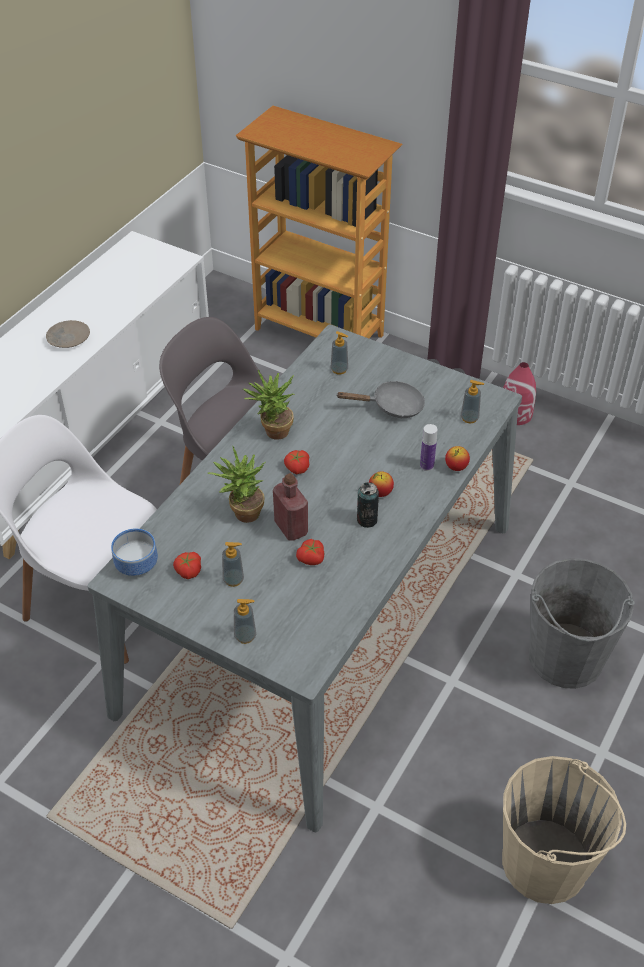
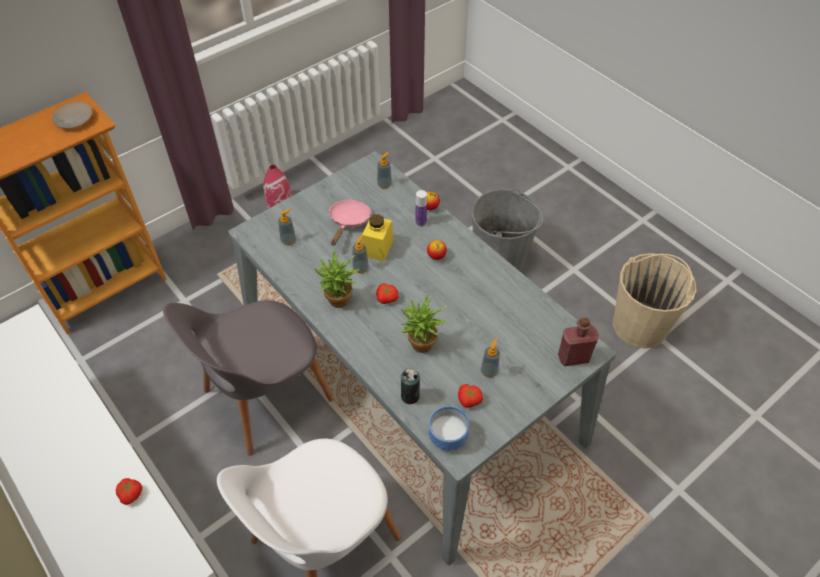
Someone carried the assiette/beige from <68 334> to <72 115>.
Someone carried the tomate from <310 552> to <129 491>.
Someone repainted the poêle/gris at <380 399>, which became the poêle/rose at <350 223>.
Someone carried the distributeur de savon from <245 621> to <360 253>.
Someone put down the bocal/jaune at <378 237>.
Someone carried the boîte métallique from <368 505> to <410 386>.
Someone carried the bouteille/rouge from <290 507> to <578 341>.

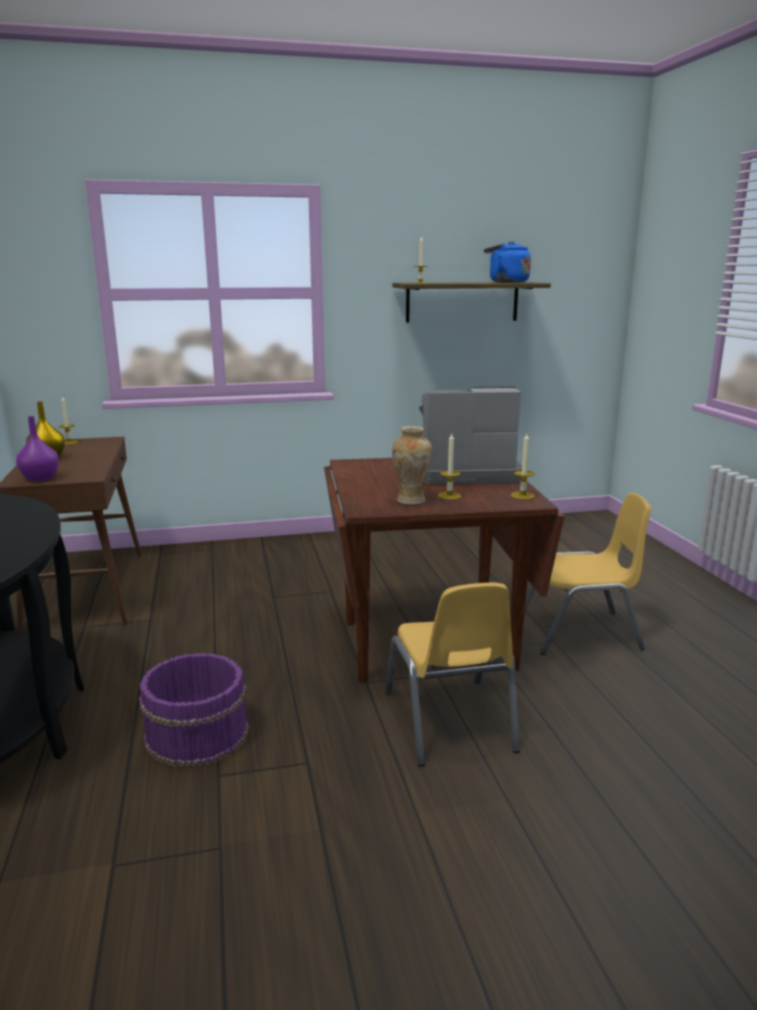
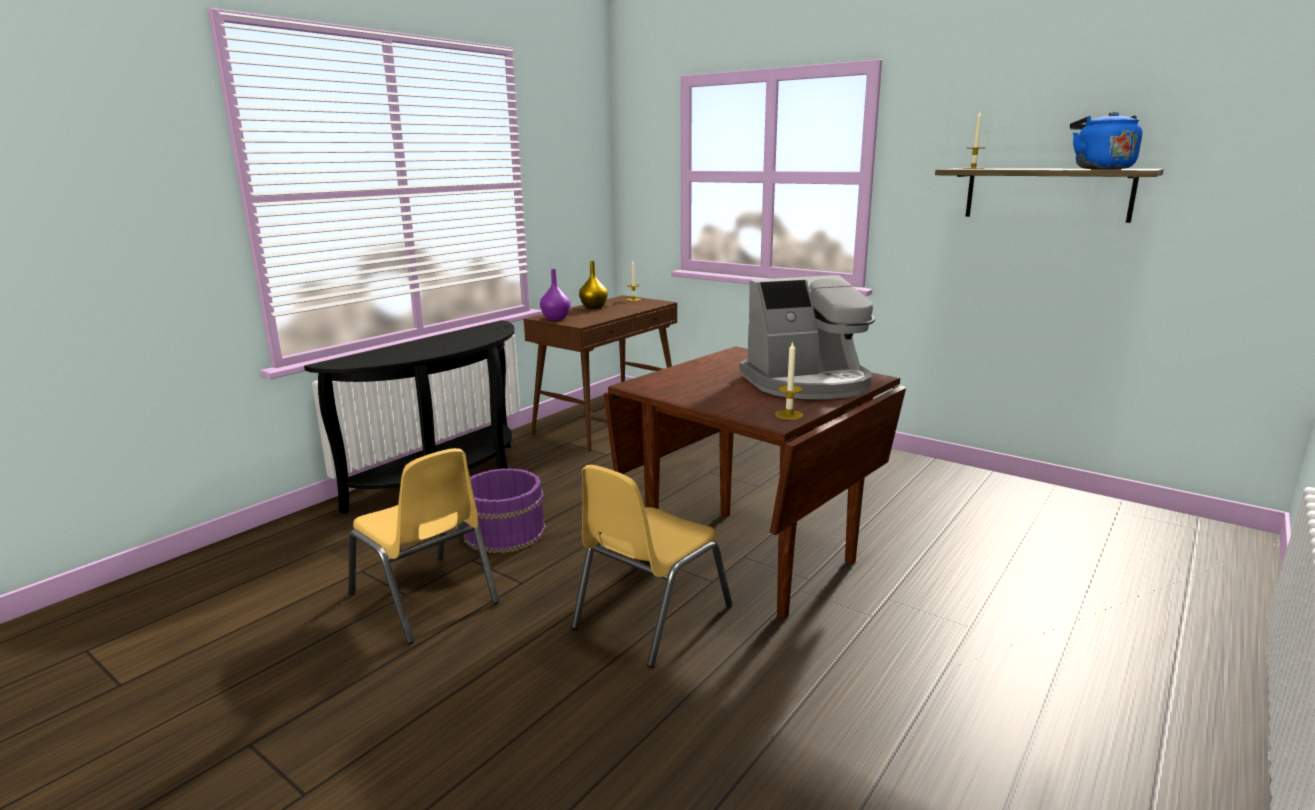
Someone carried the chaise/jaune from <588 574> to <424 546>.
Someone rotated the machine à café at <470 435> by 120 degrees clockwise.
Someone took away the vase at <412 465>.
Someone took away the bougie at <450 467>.

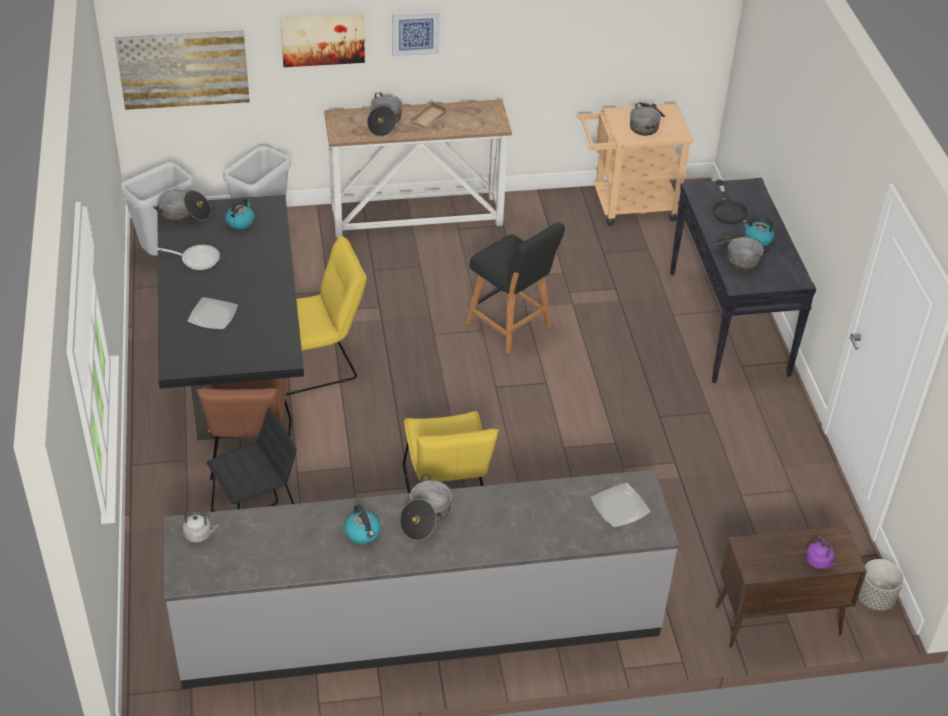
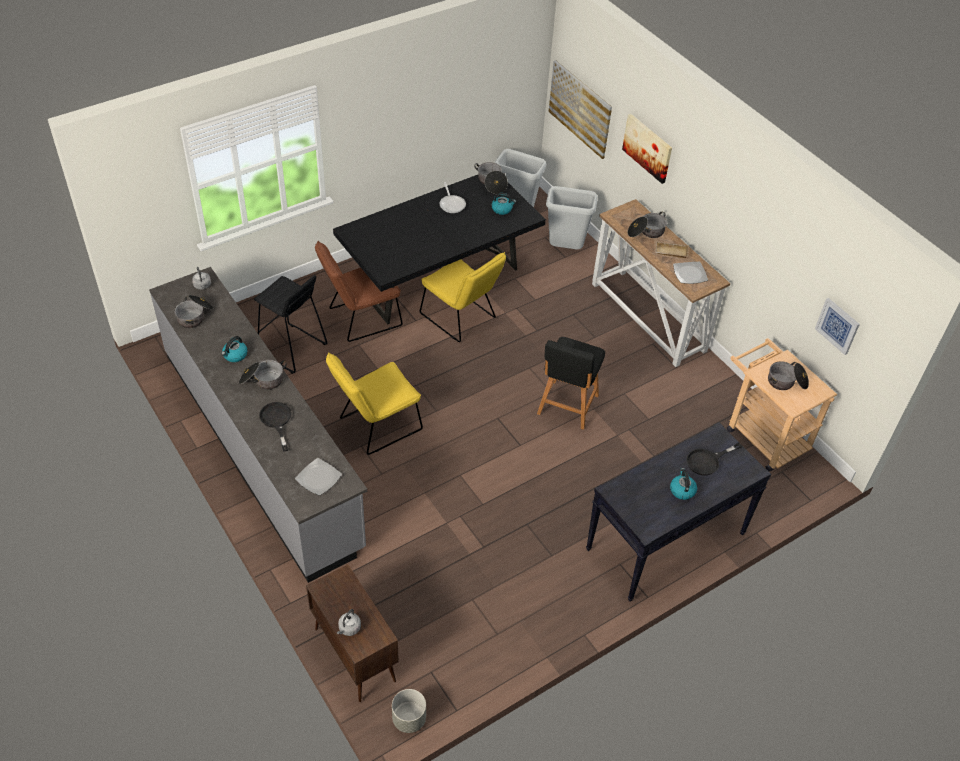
Someone carried the marmite from <741 252> to <193 311>.
Someone put down the poêle/noir at <275 426>.
Someone repainted the bouilloire/violet at <821 552>, which became the bouilloire/gris at <349 622>.
Someone carried the assiette from <213 313> to <690 273>.
Someone carried the tableau from <416 33> to <837 326>.

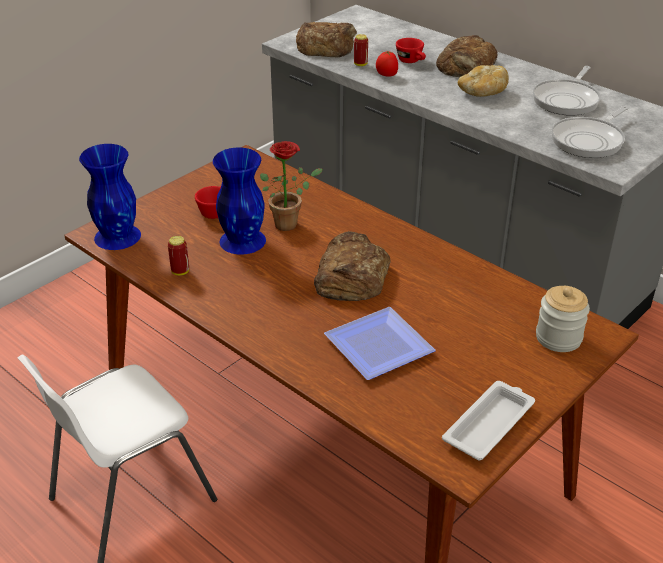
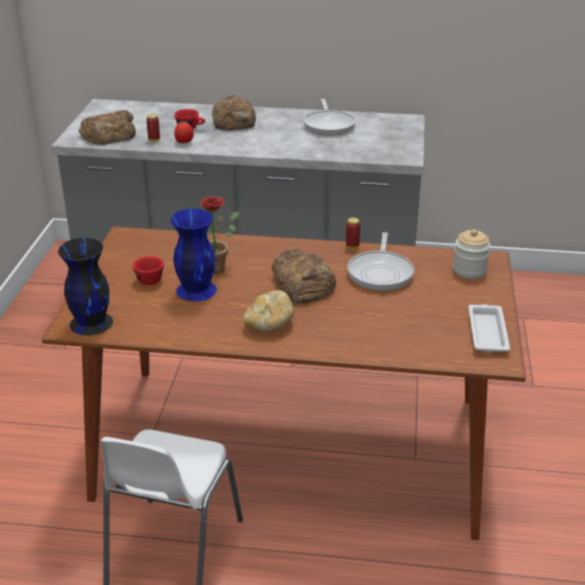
Someone repainted the vase/bleu at <110 197>, which became the vase/noir at <85 287>.
Someone carried the pain from <483 81> to <269 310>.
Someone carried the boîte métallique from <178 256> to <353 233>.
Someone carried the poêle from <589 132> to <380 261>.
Someone took away the assiette at <380 343>.

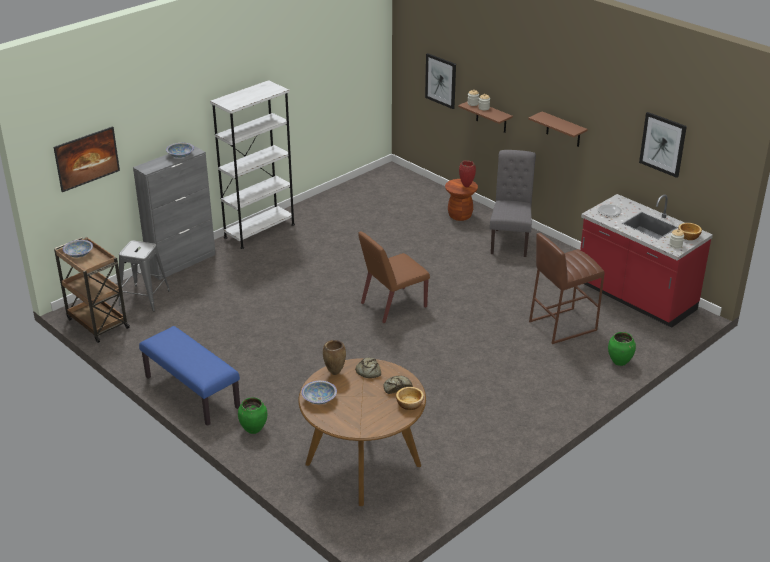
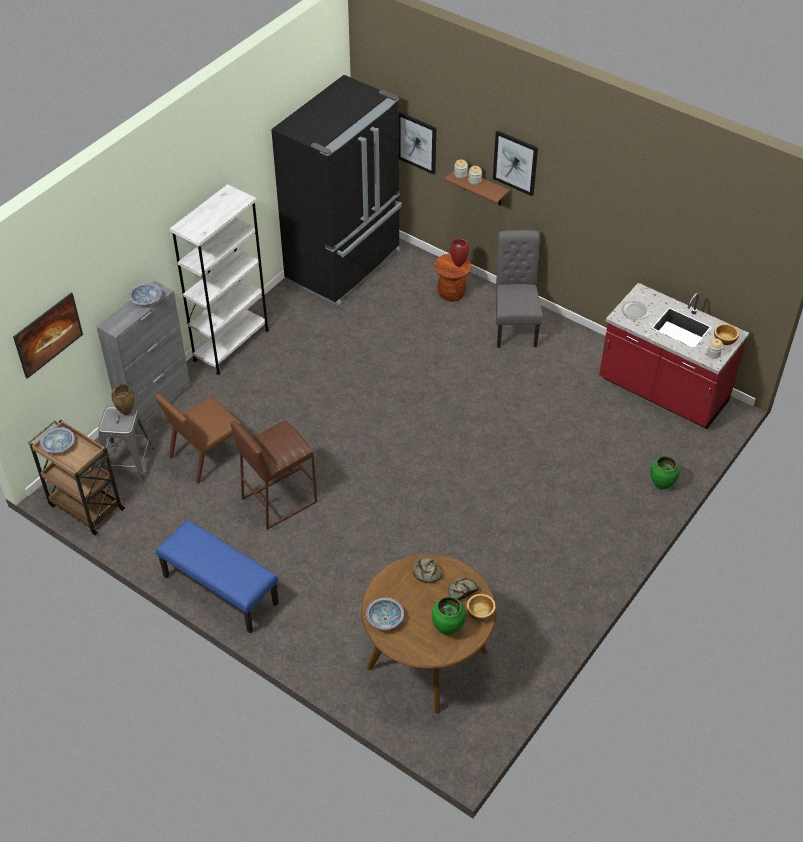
Someone carried the vase/marron from <334 357> to <122 399>.
Someone carried the chaise/marron from <394 277> to <198 439>.
Someone carried the tabouret/marron from <566 288> to <273 475>.
Someone put down the réfrigérateur/noir at <336 191>.
Someone carried the vase/vert from <252 415> to <449 616>.
Someone carried the tableau from <663 145> to <515 163>.
Someone took away the étagère/marron at <558 129>.

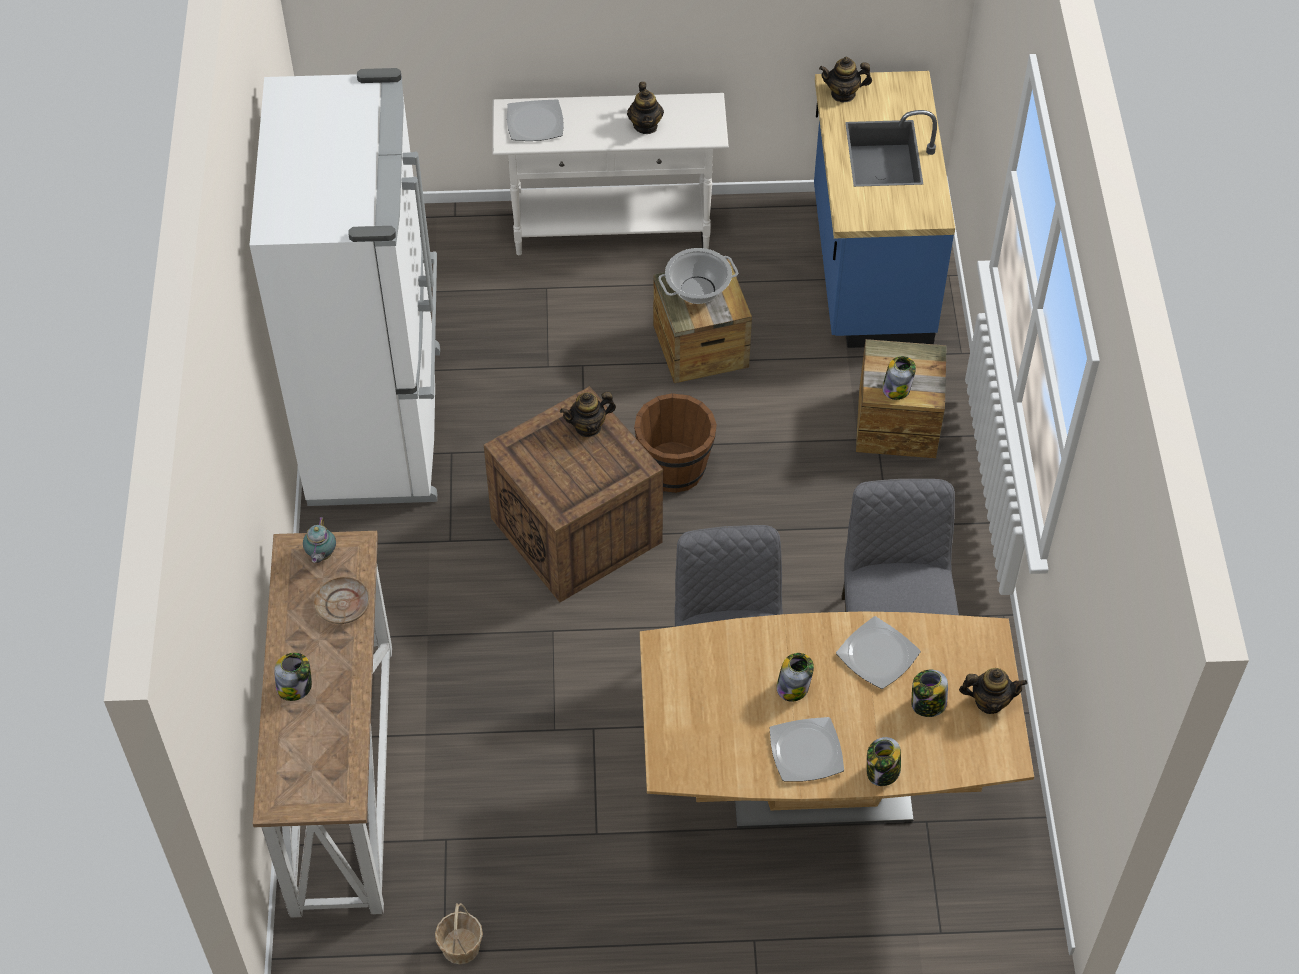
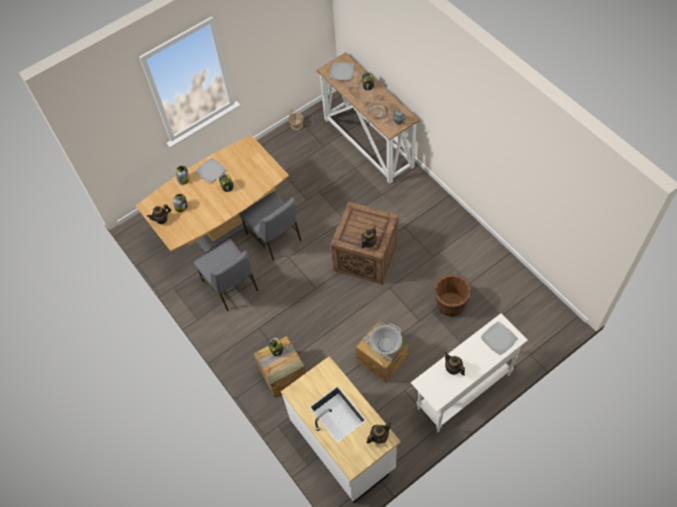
Someone repainted the comptoir de cuisine/bleu at <884 209>, which became the comptoir de cuisine/blanc at <341 429>.
Someone carried the assiette from <878 652> to <342 71>.
Someone carried the seau/marron from <675 443> to <452 296>.
Someone took away the réfrigérateur/blanc at <344 287>.

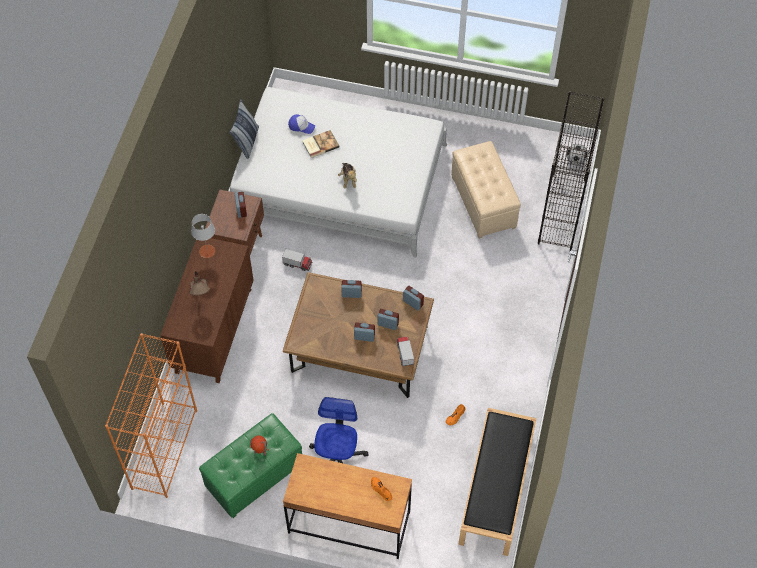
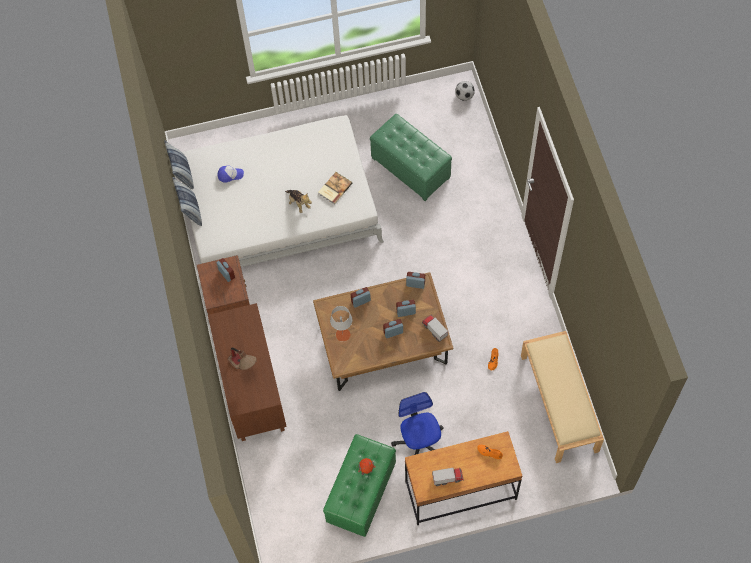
Someone put down the coussin at <179 165>.
Someone carried the livre from <320 144> to <335 188>.
Someone carried the lampe de table/gris from <203 236> to <341 324>.
Someone repainted the pouf/beige at <486 190>, which became the pouf/vert at <411 157>.
Someone carried the camion jouet from <297 260> to <448 476>.
Someone repainted the banc/noir at <497 482>, which became the banc/beige at <562 397>.
Someone took away the bibliothèque/orange at <151 415>.
Someone took away the bibliothèque/noir at <571 171>.

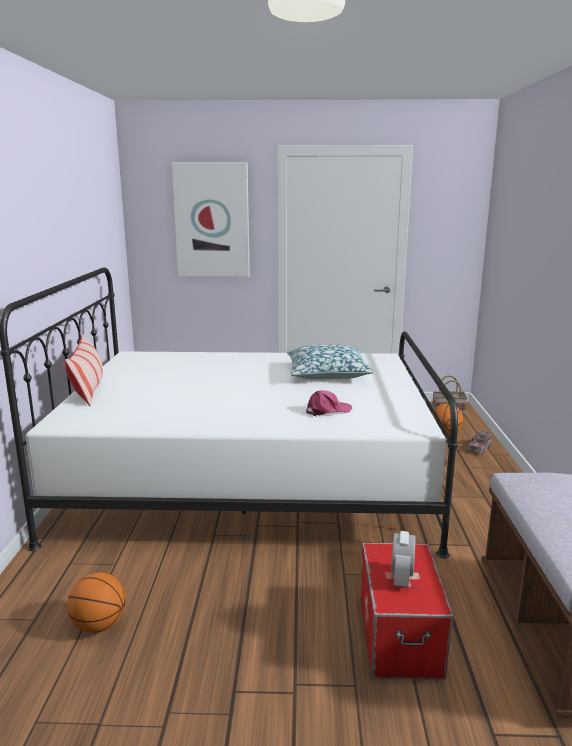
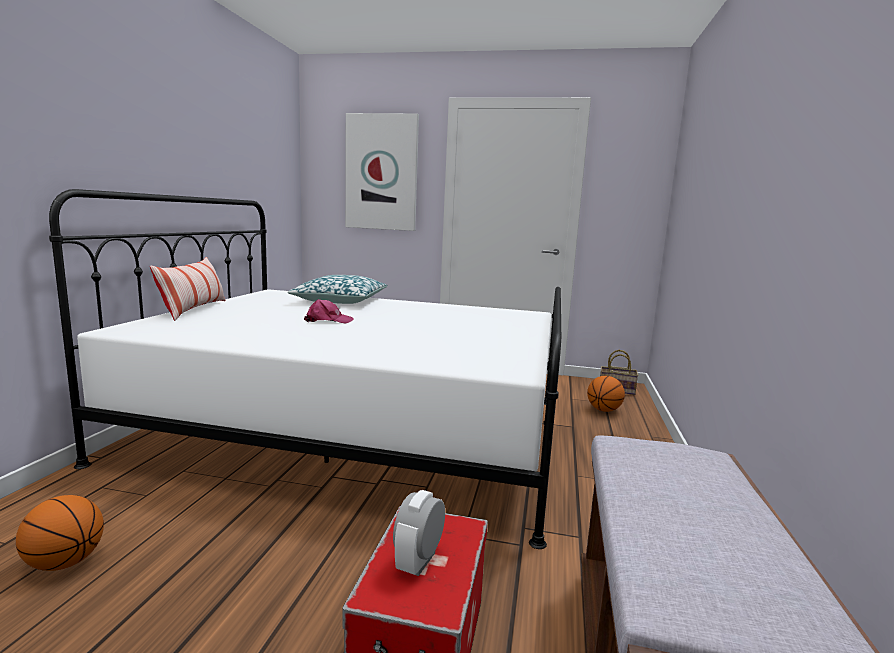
Someone carried the coussin from <330 362> to <337 289>.
Someone carried the casquette/rose from <329 403> to <329 311>.
Someone took away the camion jouet at <480 442>.

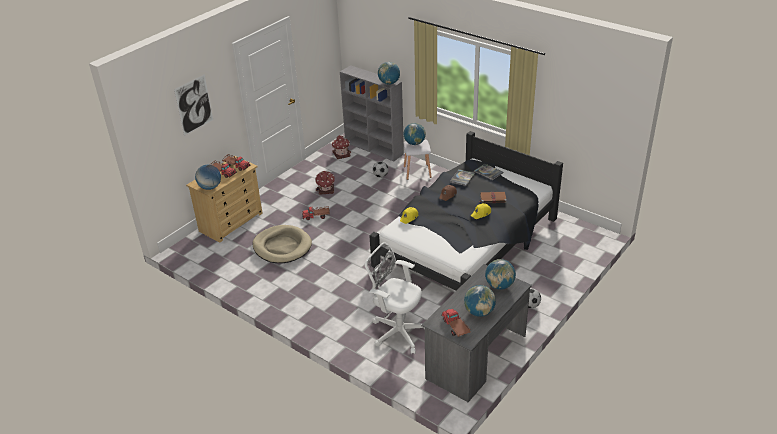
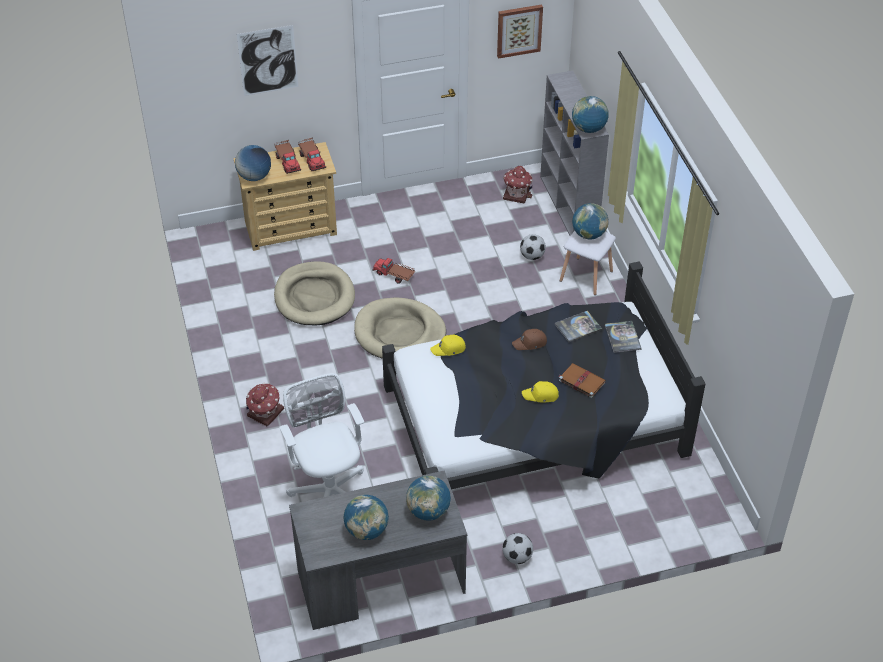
Someone carried the maison miniature from <325 183> to <265 404>.
Someone put down the panier pour chien/beige at <400 328>.
Someone put up the tableau at <520 31>.
Someone took away the camion jouet at <455 323>.

